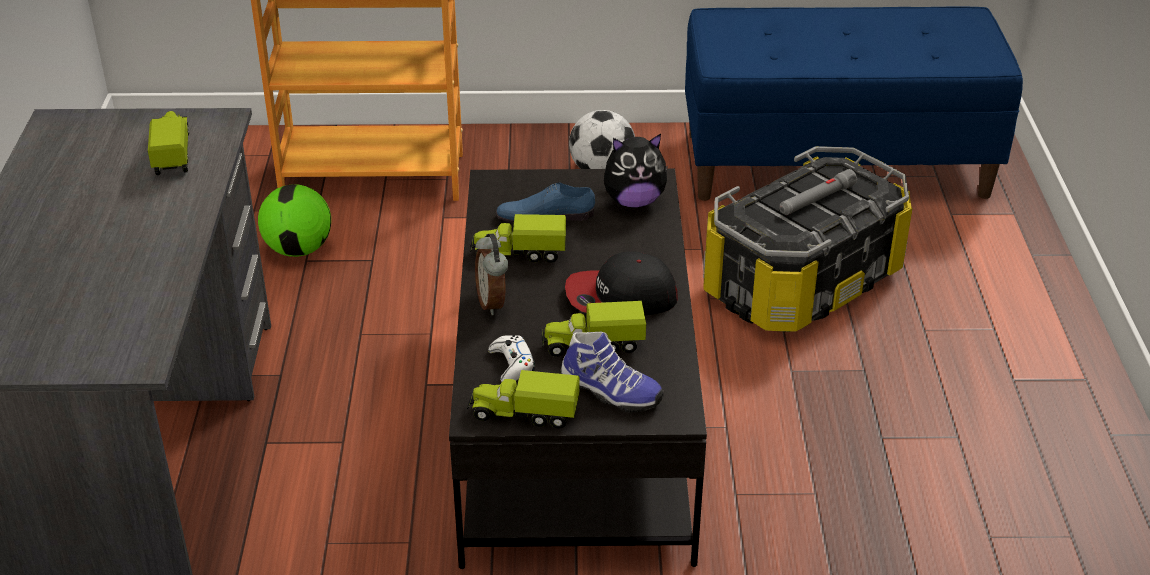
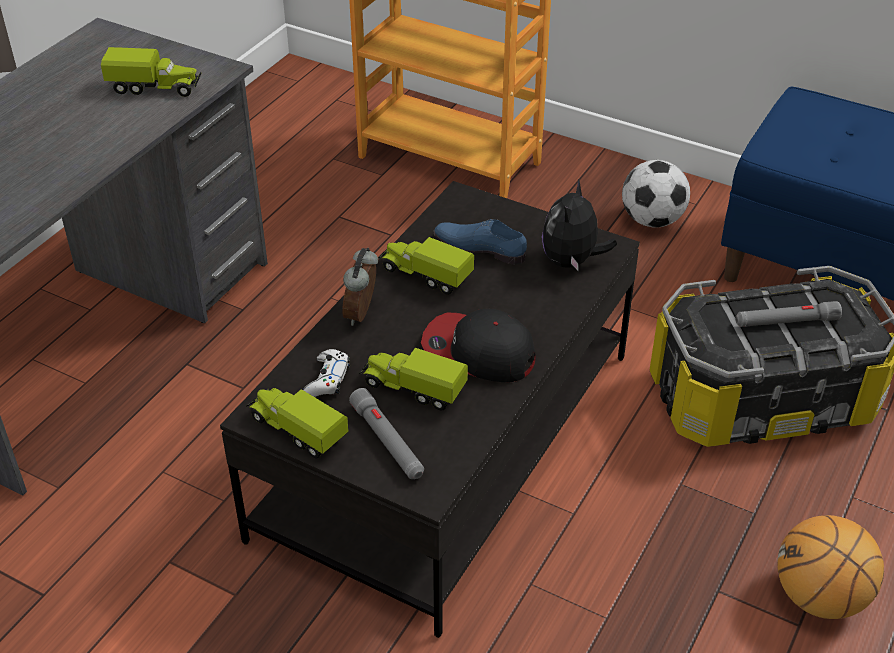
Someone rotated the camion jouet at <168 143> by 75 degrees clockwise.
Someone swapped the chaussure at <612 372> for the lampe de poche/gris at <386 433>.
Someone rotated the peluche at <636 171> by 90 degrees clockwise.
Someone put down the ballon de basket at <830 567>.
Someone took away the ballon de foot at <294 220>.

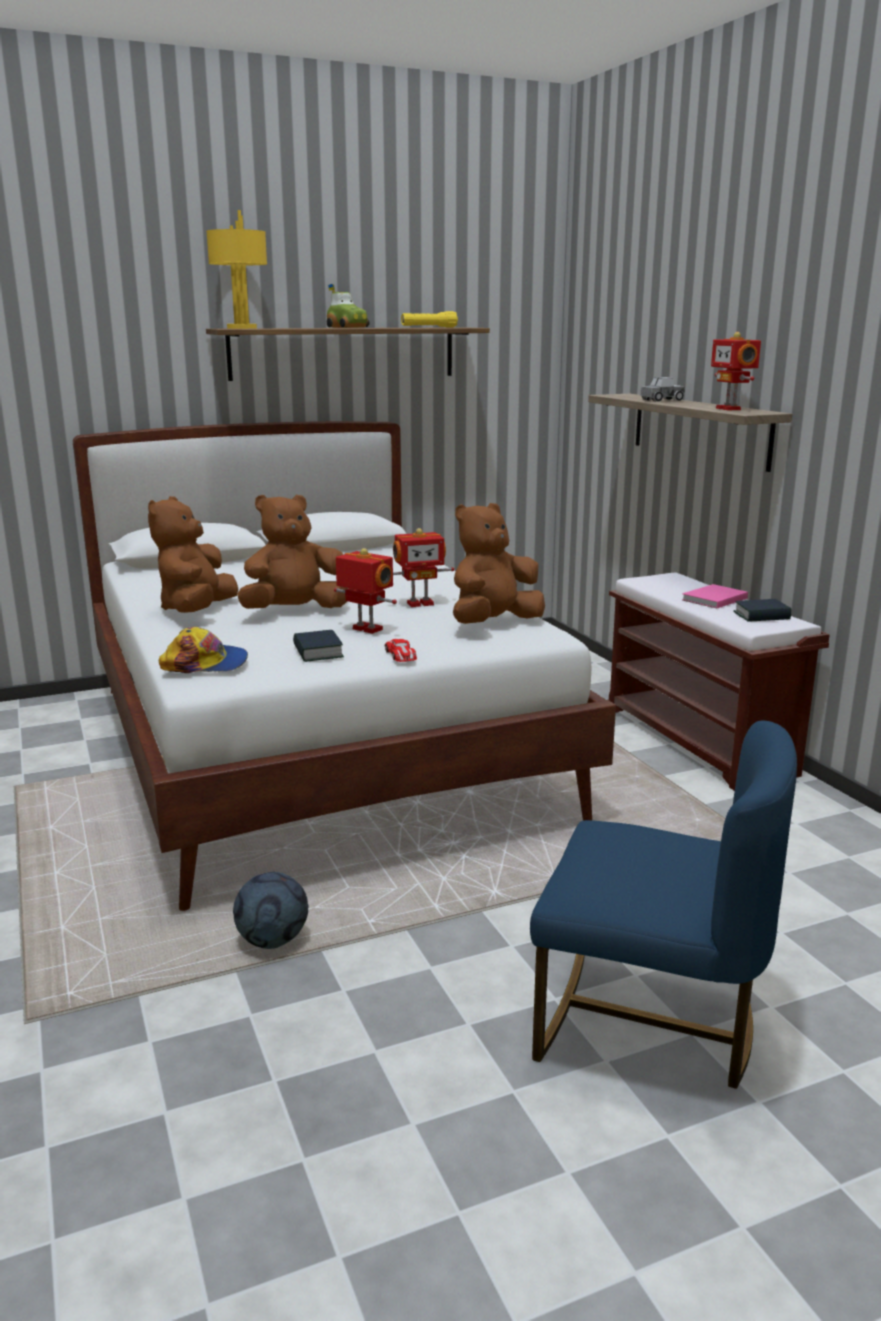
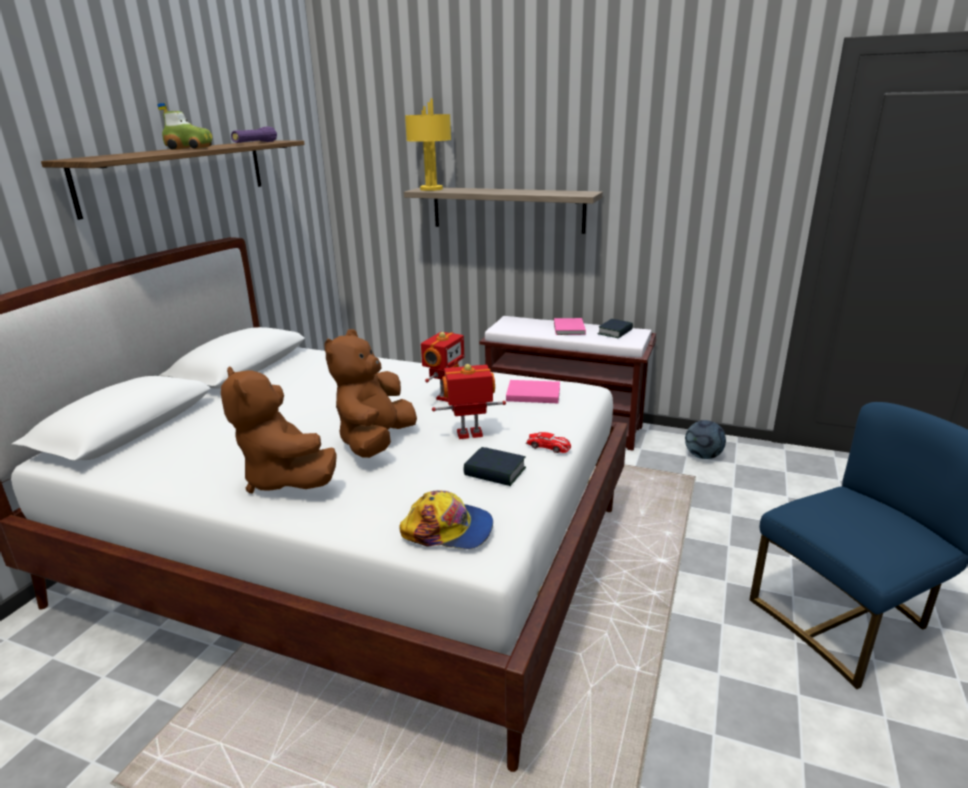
Someone repainted the lampe de poche/jaune at <429 319>, which became the lampe de poche/violet at <254 134>.
Someone rotated the casquette at <203 650> by 60 degrees clockwise.
Someone carried the lampe de table/jaune from <236 269> to <428 144>.
Someone swapped the peluche/marron at <499 563> for the livre/rose at <533 391>.
Someone carried the ballon de foot from <271 910> to <705 439>.
Someone took away the camion jouet at <662 389>.
Someone took away the robot jouet at <736 371>.

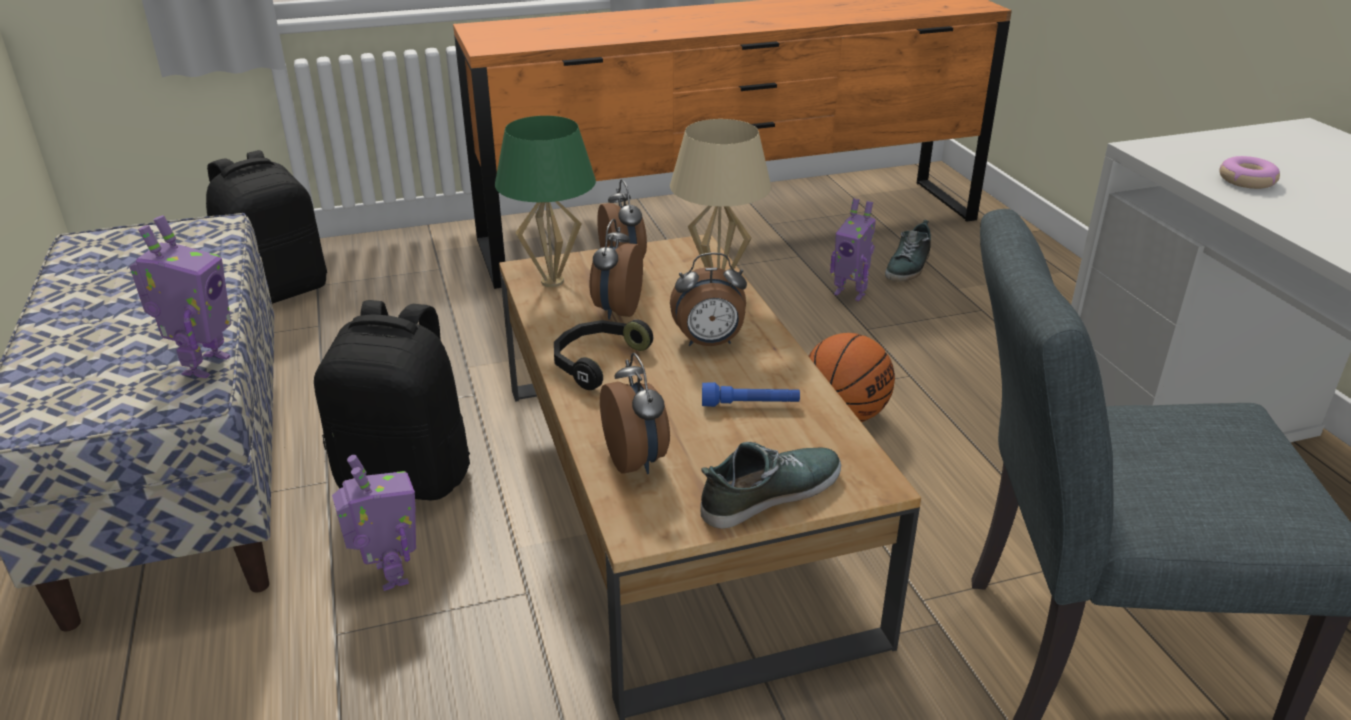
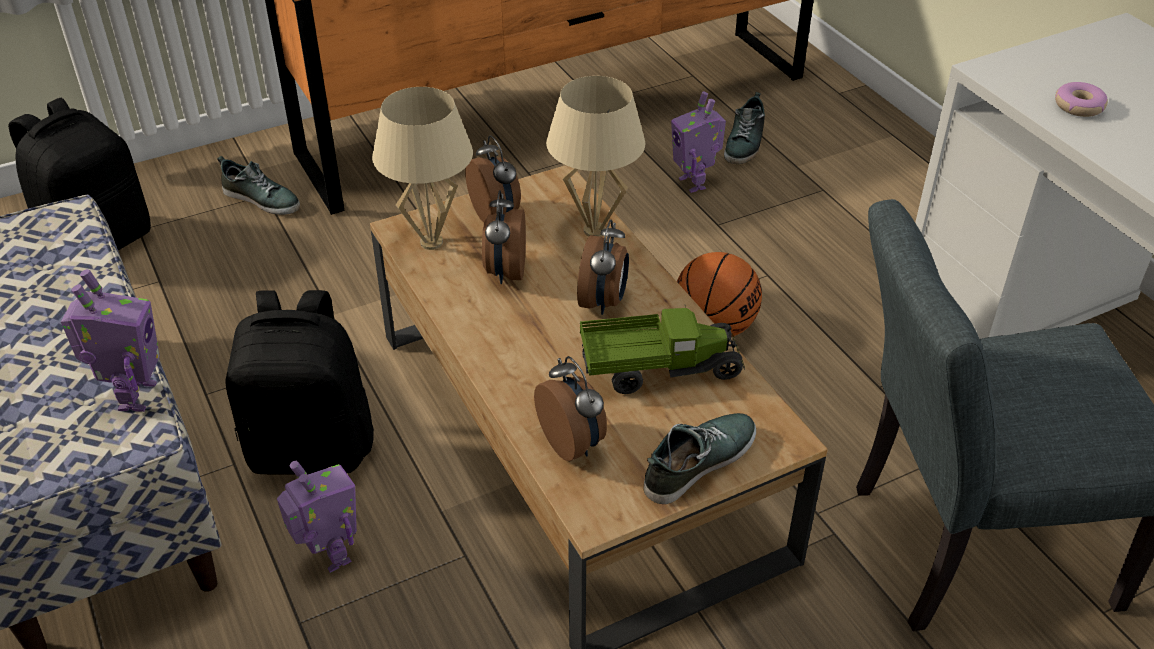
Someone put down the chaussure at <258 185>.
Someone repainted the lampe de table/vert at <545 201>, which became the lampe de table/beige at <422 168>.
Someone rotated the réveil at <708 299> by 60 degrees counterclockwise.
Someone swapped the lampe de poche/bleu at <751 394> for the camion jouet at <662 349>.
Someone rotated the robot jouet at <853 249> by 45 degrees clockwise.
Someone took away the casque audio/noir at <603 355>.

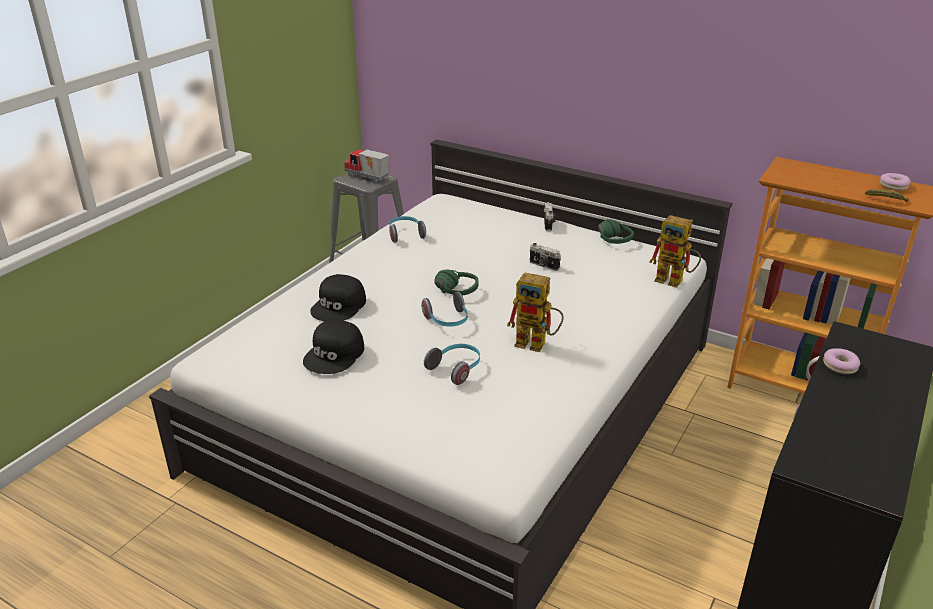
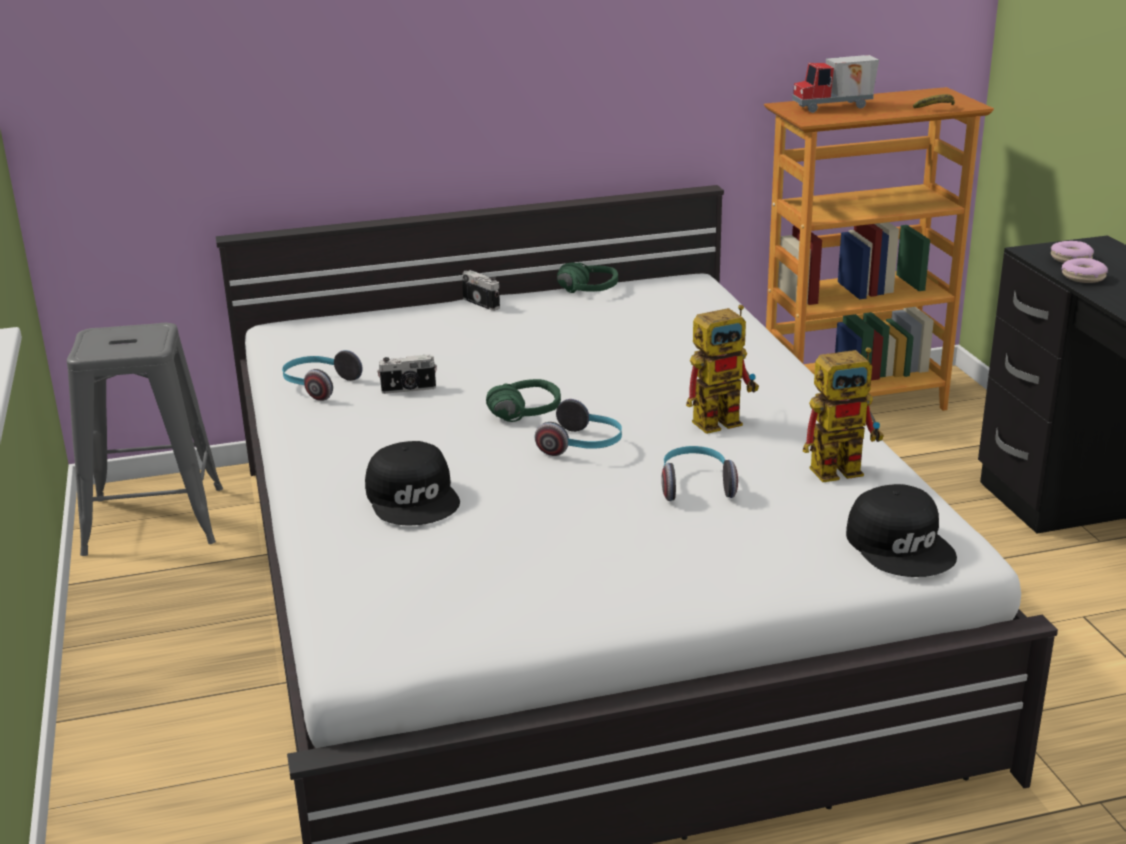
Someone carried the appareil photo from <545 257> to <407 374>.
Someone carried the camion jouet from <366 166> to <835 84>.
Someone carried the robot jouet from <675 251> to <843 414>.
Someone carried the casquette/noir from <333 347> to <901 530>.
Someone carried the beignet from <895 182> to <1072 252>.

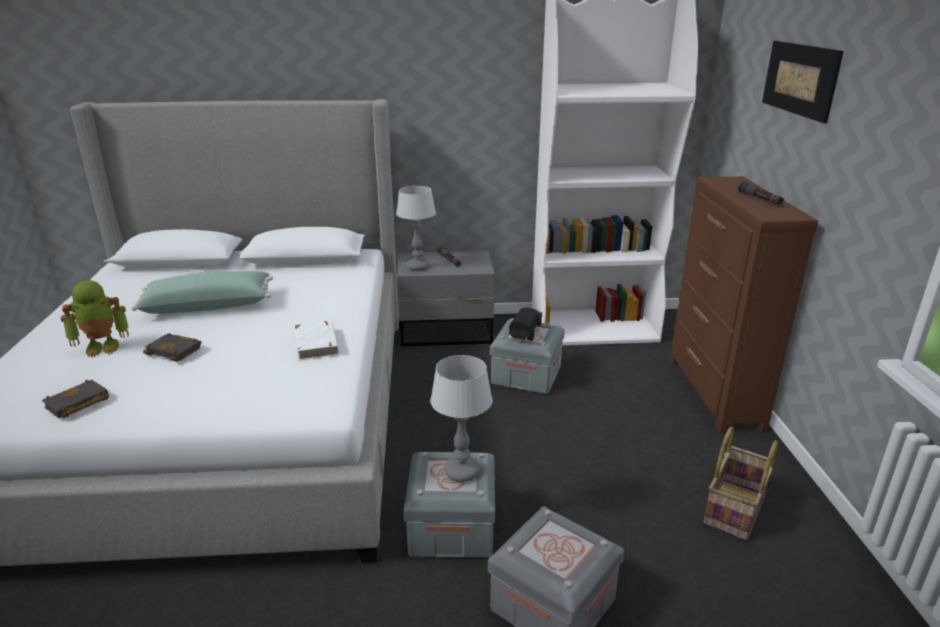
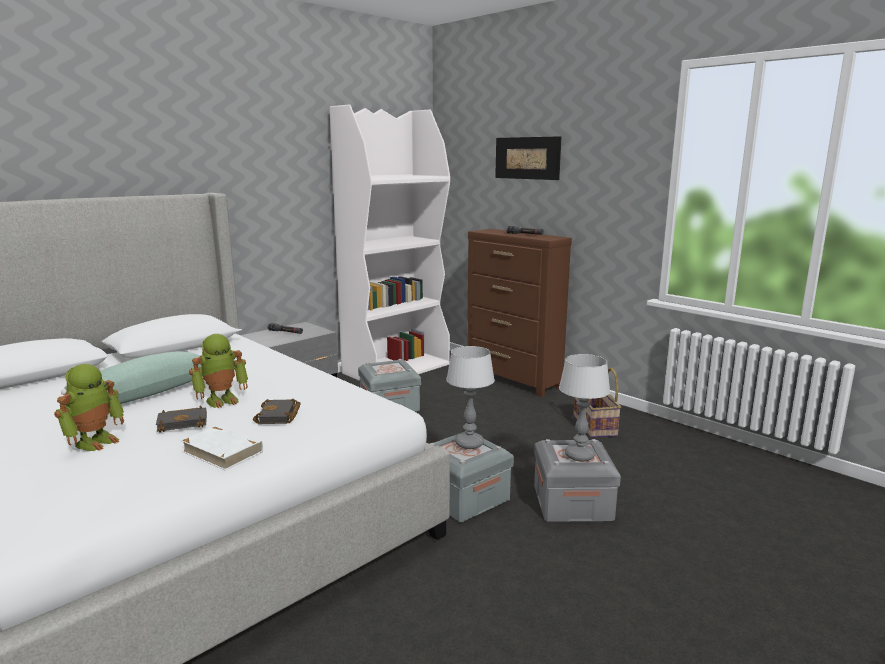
Someone carried the livre/blanc from <316 340> to <221 447>.
Someone put down the robot jouet at <218 371>.
Someone carried the livre/noir from <75 399> to <277 411>.
Someone carried the lampe de table from <416 228> to <584 407>.
Someone took away the camion jouet at <525 324>.

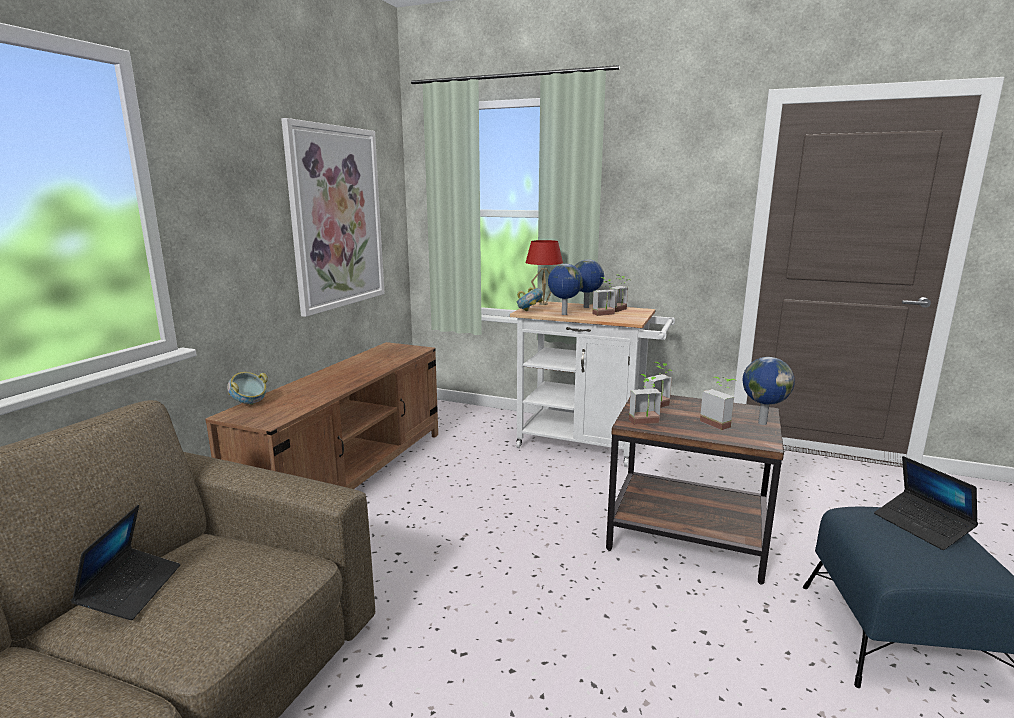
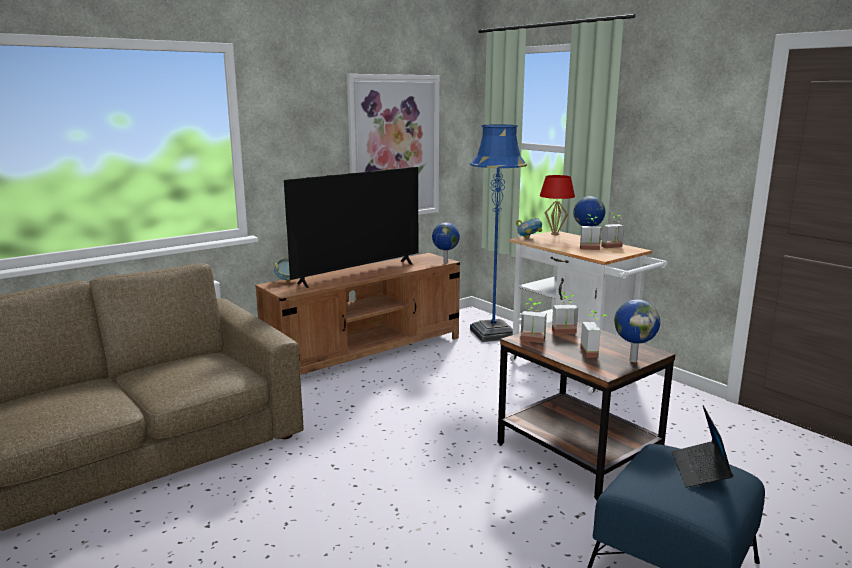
Someone put down the téléviseur at <351 227>.
Someone carried the globe from <565 289> to <446 243>.
Someone put down the lampadaire/bleu at <498 233>.
Someone took away the ordinateur portable at <125 562>.

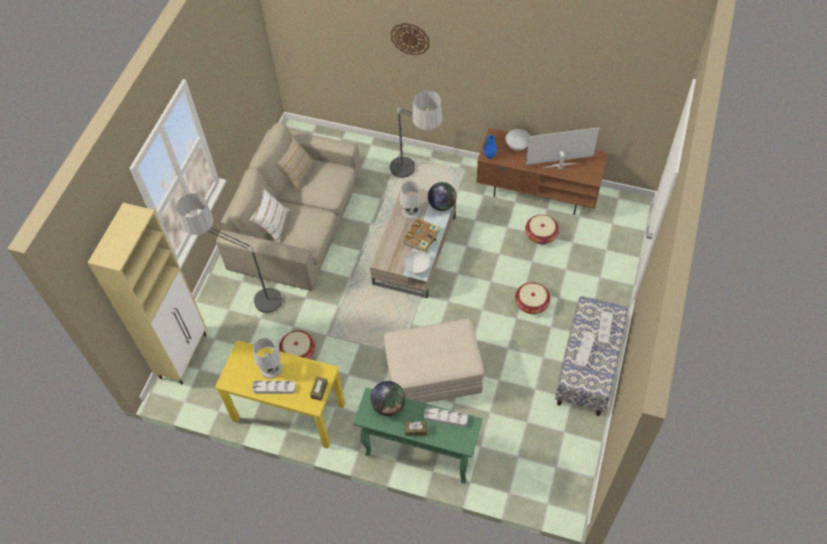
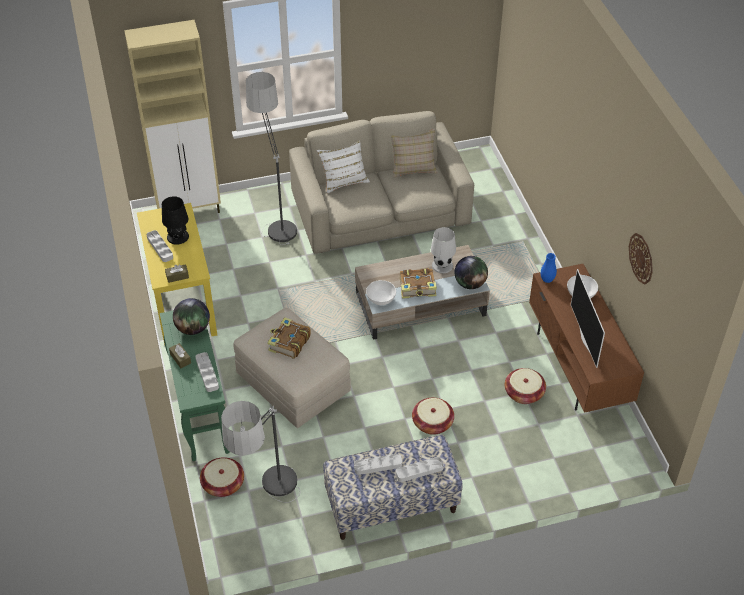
Someone repainted the lampe de table/blanc at <267 358>, which became the lampe de table/noir at <175 220>.
Someone carried the panier from <297 345> to <222 477>.
Someone carried the lampadaire from <416 134> to <260 452>.
Someone put down the livre at <289 338>.
Someone rotated the téléviseur at <562 148> by 150 degrees counterclockwise.
Someone carried the horloge murale from <410 39> to <641 259>.

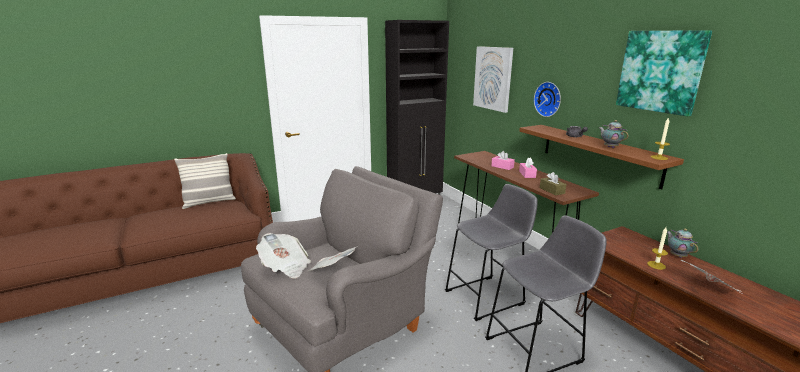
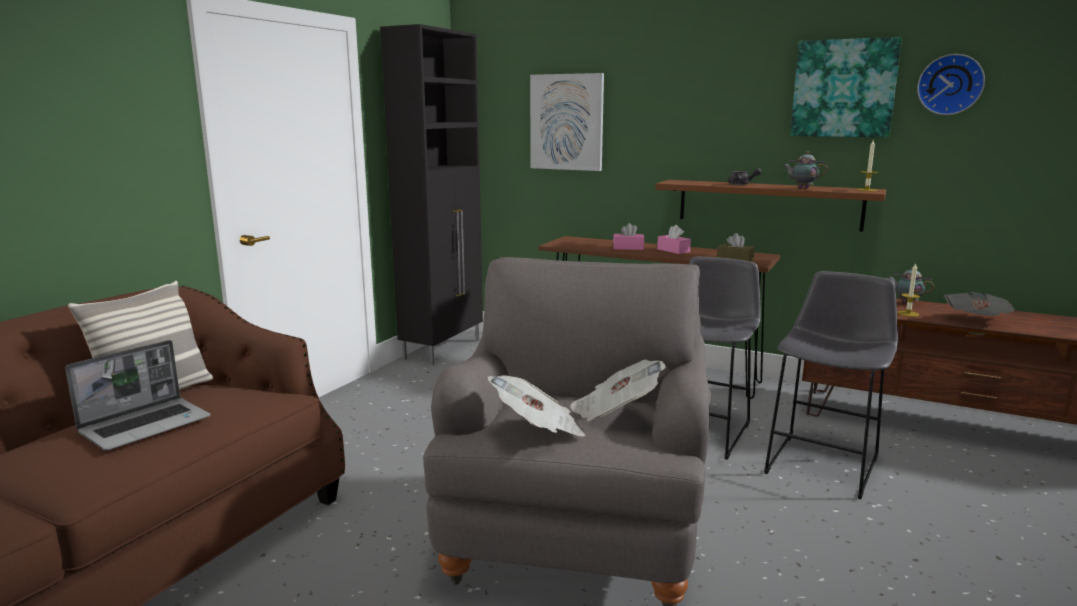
Someone put down the ordinateur portable at <138 395>.
Someone carried the horloge murale from <547 99> to <951 84>.

